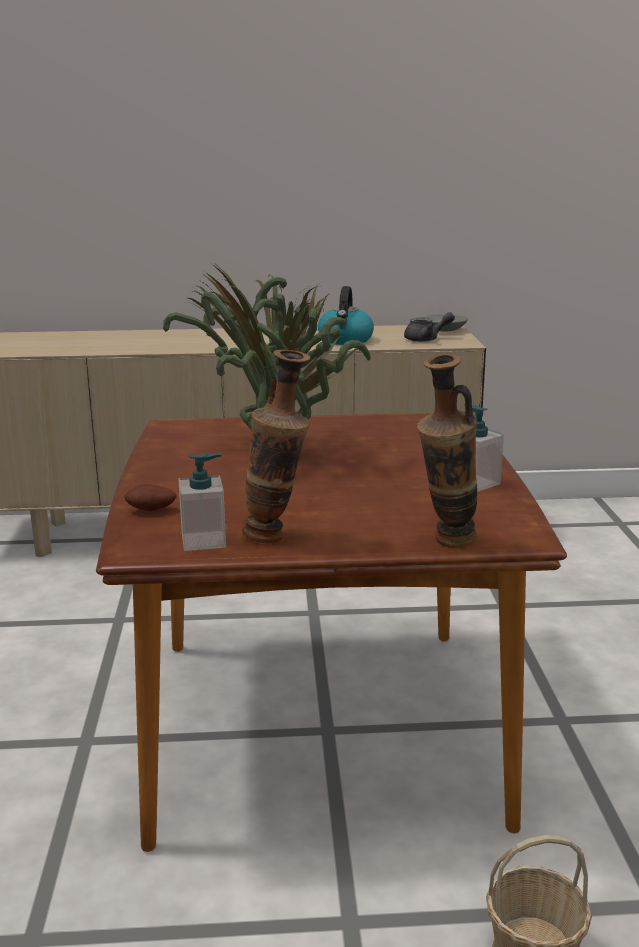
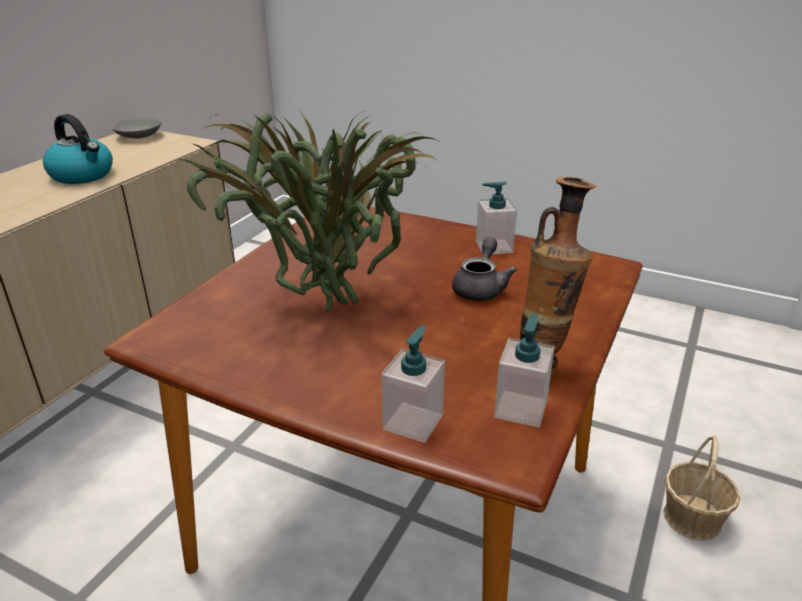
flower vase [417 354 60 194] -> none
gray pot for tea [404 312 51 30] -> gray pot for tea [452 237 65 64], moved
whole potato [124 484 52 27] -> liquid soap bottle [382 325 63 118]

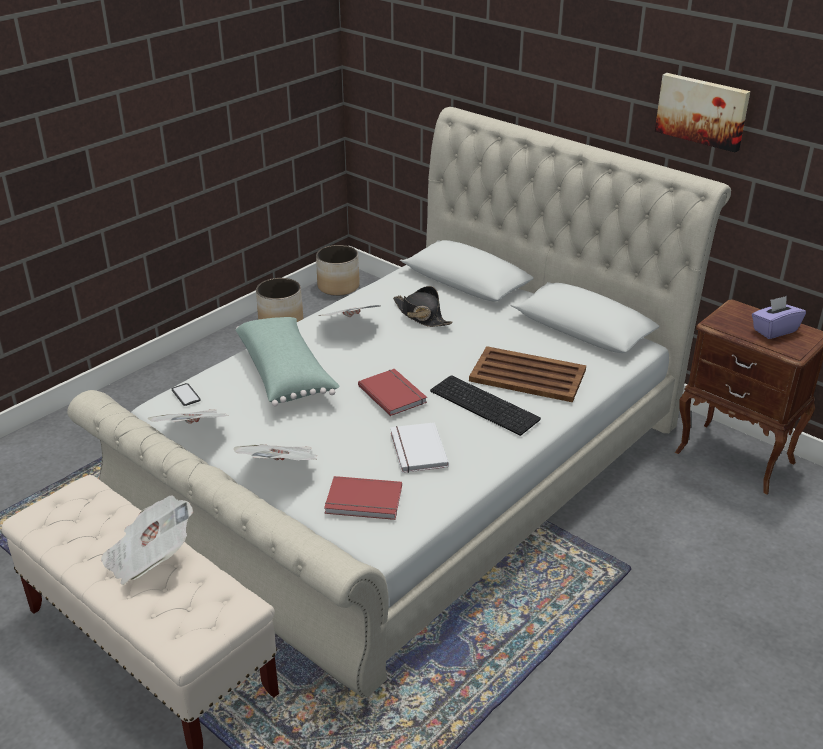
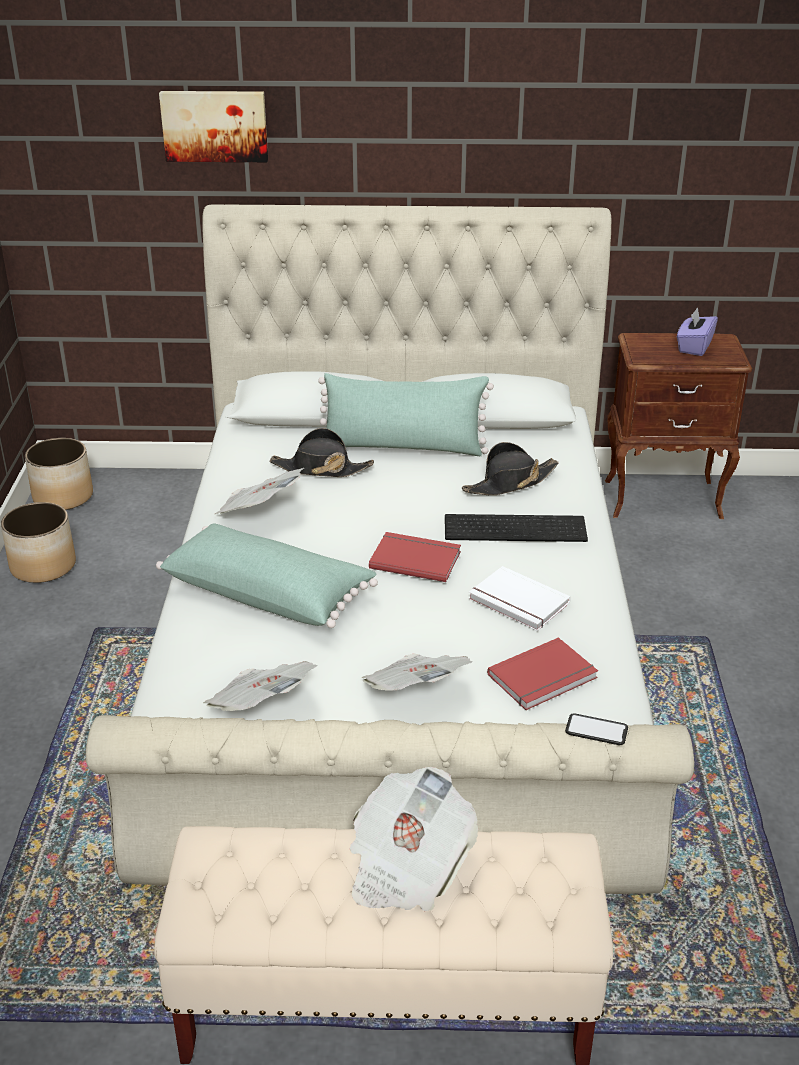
none -> green-coloured pillow [318 373 176 83]
phone [172 383 29 23] -> phone [565 713 63 32], moved
wall art [655 73 95 80] -> wall art [159 91 109 71], moved
brownish serving tray [469 346 117 56] -> black-coloured clothing hat [462 442 97 53]

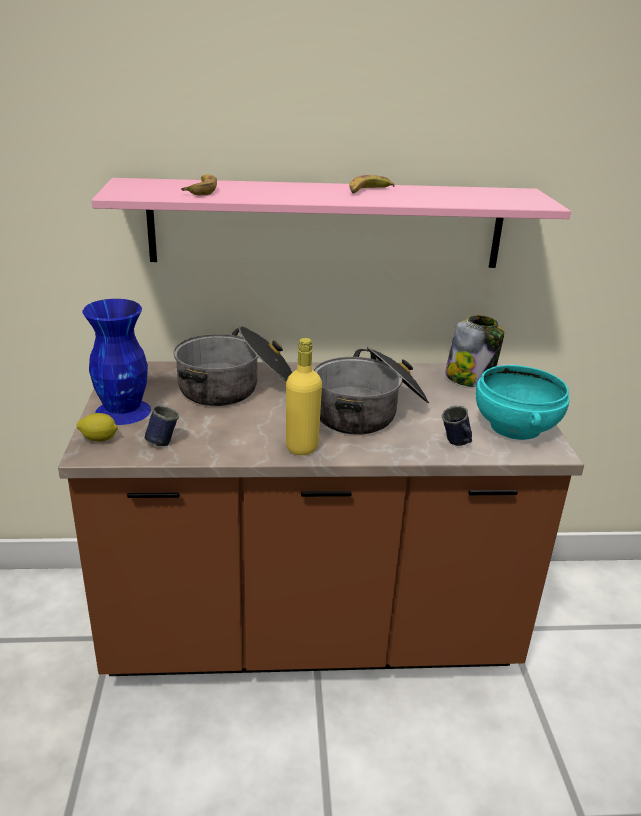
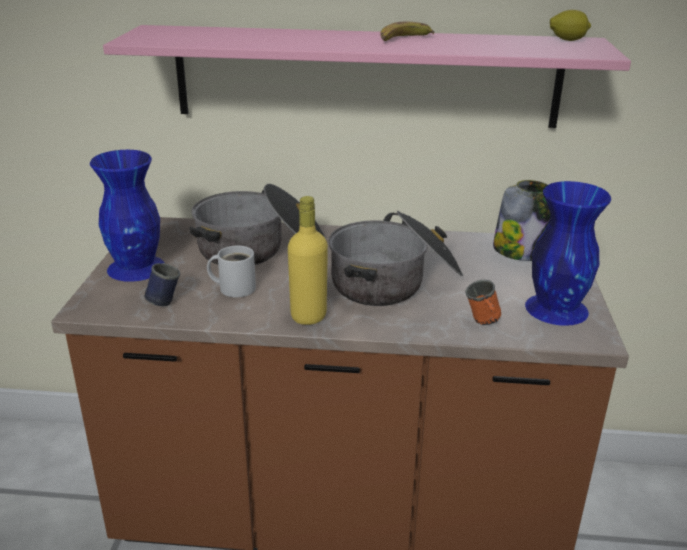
banana fruit [181 174 36 21] -> none
none -> white-coloured mug [207 246 49 51]
whole lemon [77 413 41 29] -> whole lemon [550 10 41 31], moved
blue-green bowl [476 365 94 75] -> blue-coloured flower vase [525 181 86 145]
blue-coloured mug [442 406 30 40] -> orange-coloured mug [466 280 35 45]

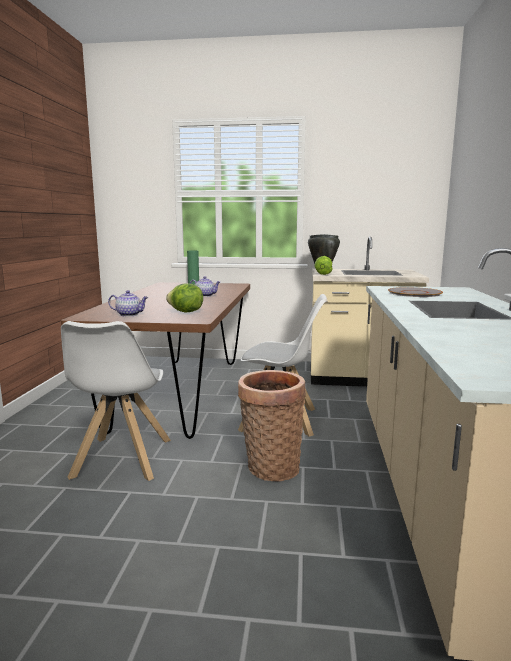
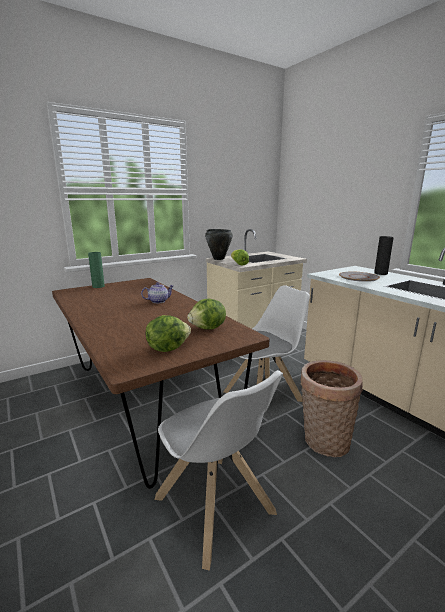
none -> black-coloured flower vase [374 236 20 39]
pot for tea [108 290 40 27] -> lettuce head [146 315 45 37]

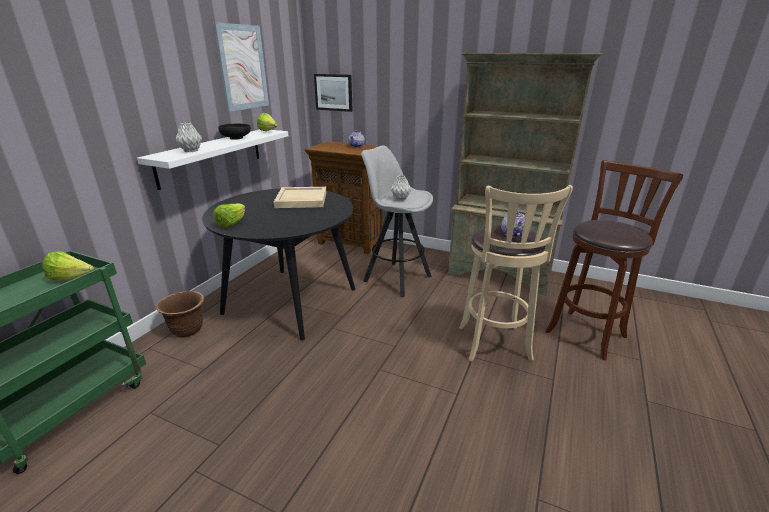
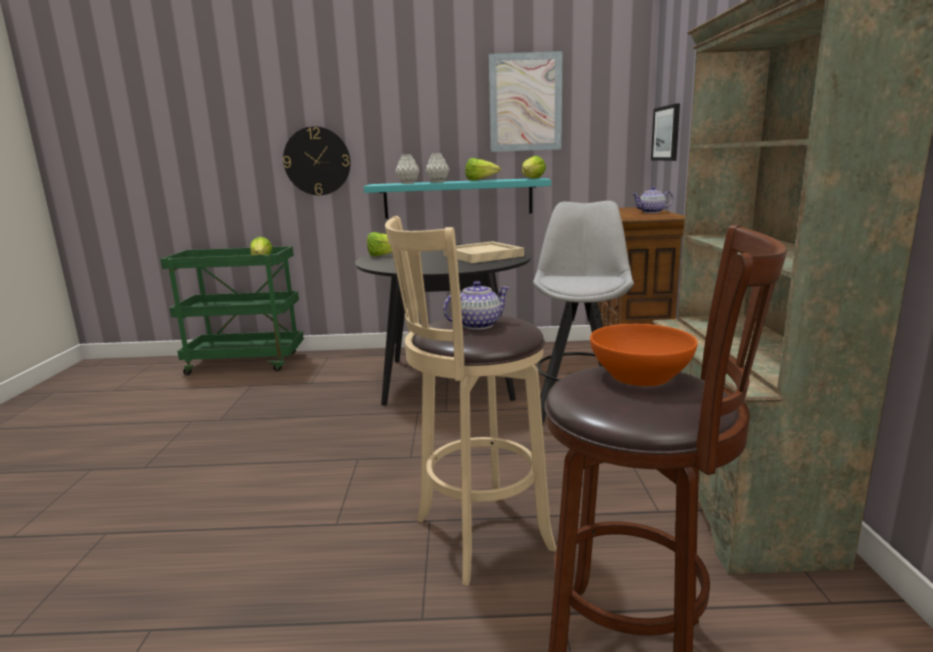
brownish flower pot [156 291 48 47] -> none
none -> wall clock [283 126 68 69]
none -> orange-coloured bowl [590 324 108 62]
gray flower vase [391 175 20 26] -> gray flower vase [425 153 24 30], moved
black-coloured bowl [218 124 33 16] -> lettuce head [465 158 36 23]
white-coloured wall shelf [137 130 152 60] -> blue-green wall shelf [364 178 187 41]

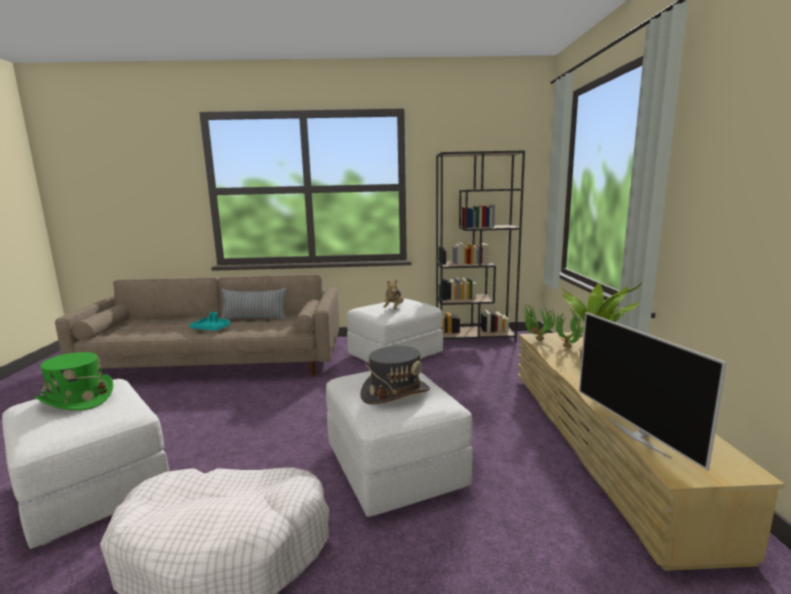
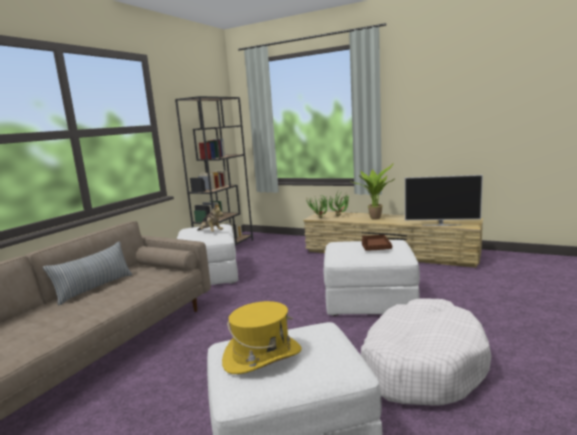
blue-green serving tray [190 312 40 19] -> none
gray clothing hat [360 346 70 59] -> brownish serving tray [362 235 30 16]
green-coloured clothing hat [35 352 78 59] -> yellow-coloured clothing hat [222 301 80 73]

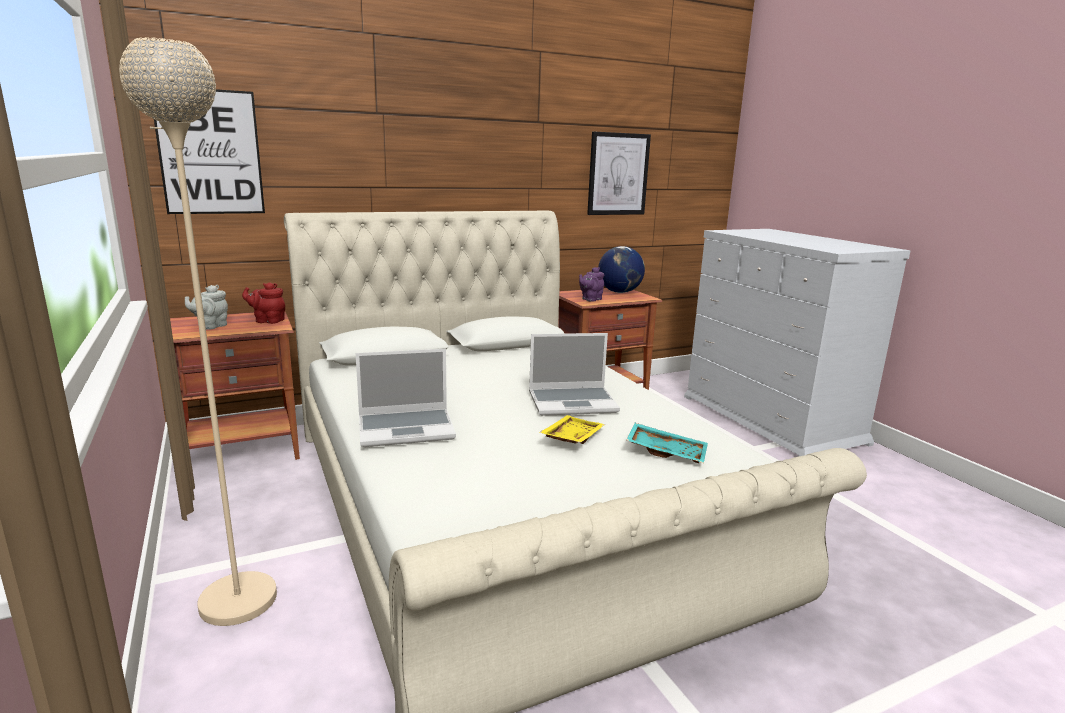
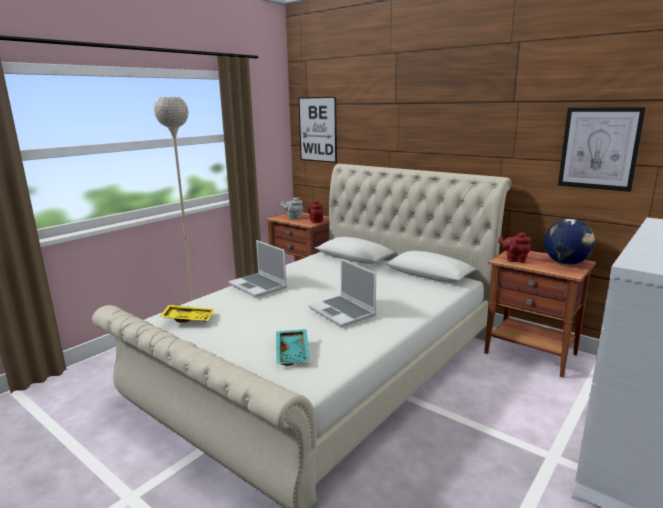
yellow-coloured serving tray [539 415 66 29] -> yellow-coloured serving tray [160 305 54 18], moved
purplish pot for tea [579 267 25 35] -> red-coloured pot for tea [498 232 33 31]

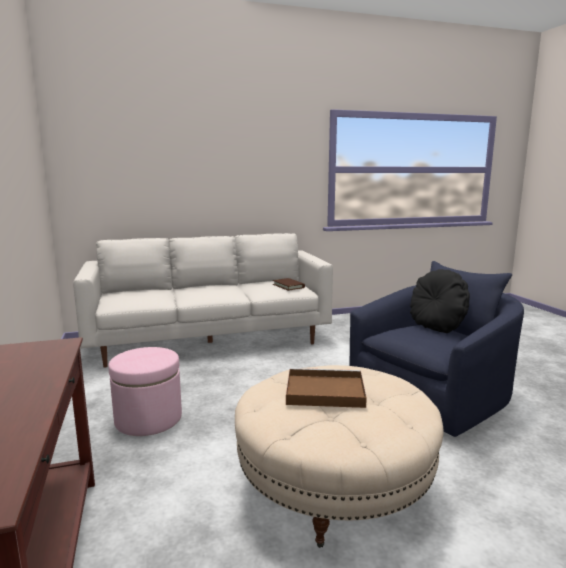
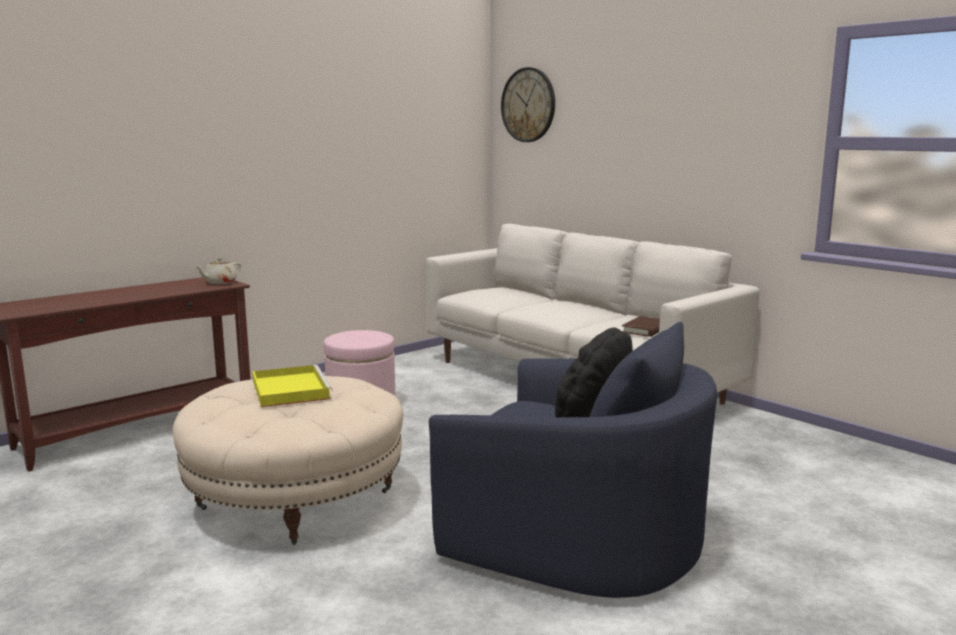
none -> sand-coloured pot for tea [195 258 47 26]
none -> wall clock [501 67 54 75]
brownish serving tray [286 368 81 40] -> yellow-coloured serving tray [252 365 81 42]

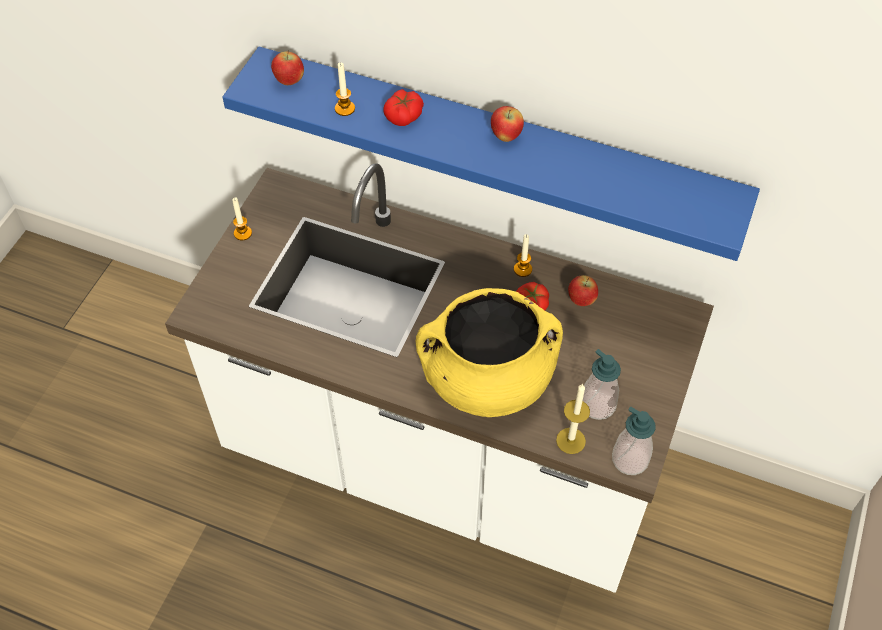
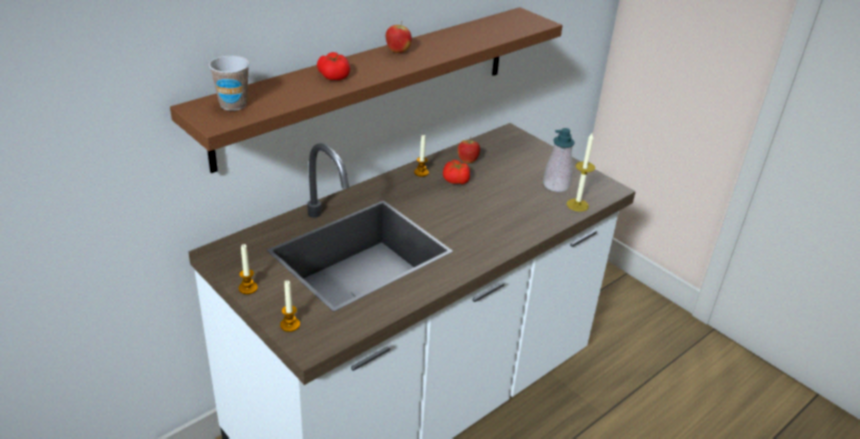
yellow-coloured stockpot [416 288 147 129] -> none
liquid soap bottle [612 407 44 68] -> none
wax candle [335 62 20 54] -> wax candle [280 280 20 52], moved
whole apple [271 50 33 35] -> small cup [209 56 40 55]
blue-coloured wall shelf [222 46 538 215] -> brownish wall shelf [170 7 393 166]

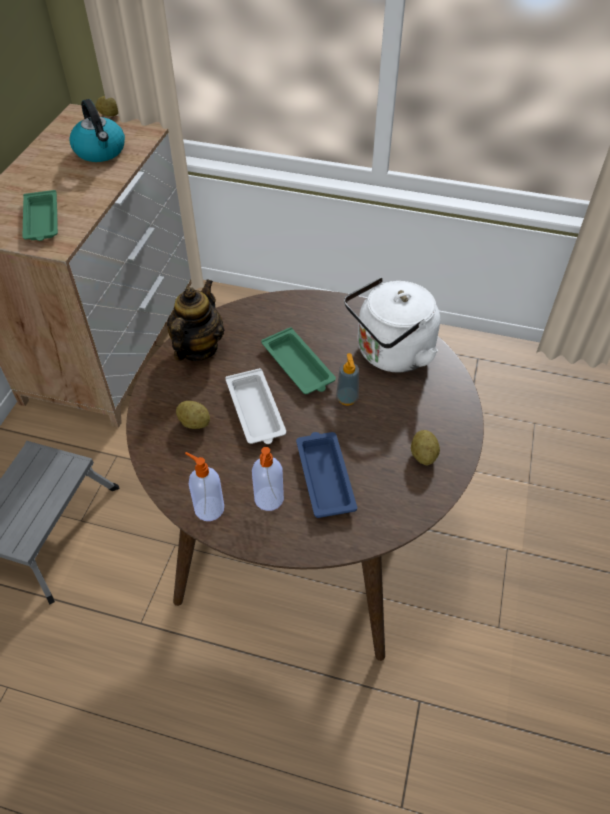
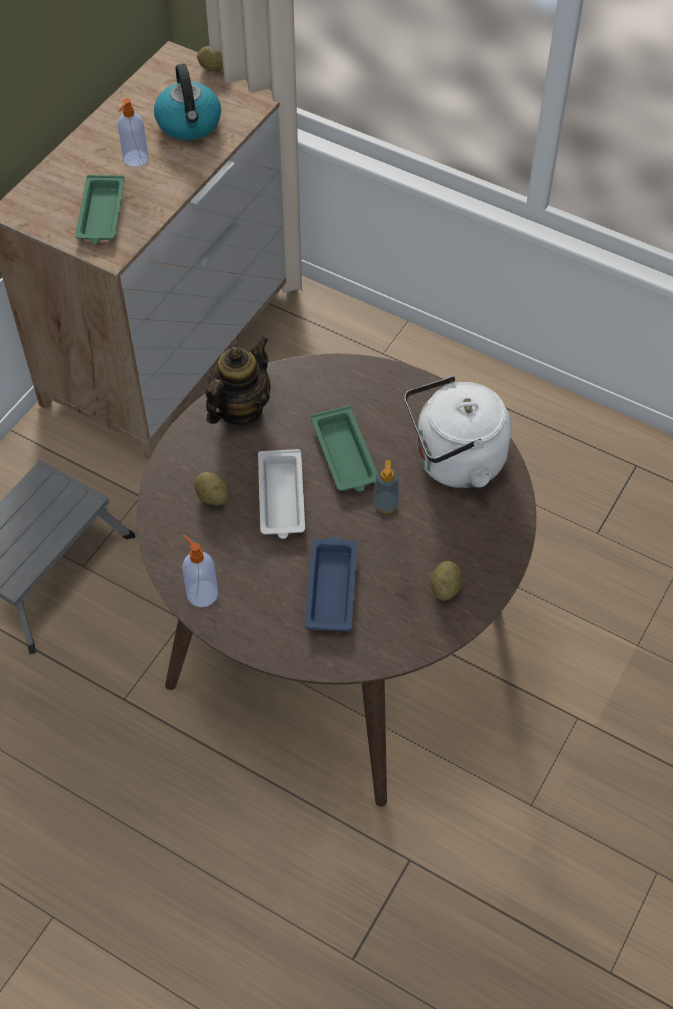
liquid soap bottle [252 447 32 64] -> liquid soap bottle [118 98 31 69], moved

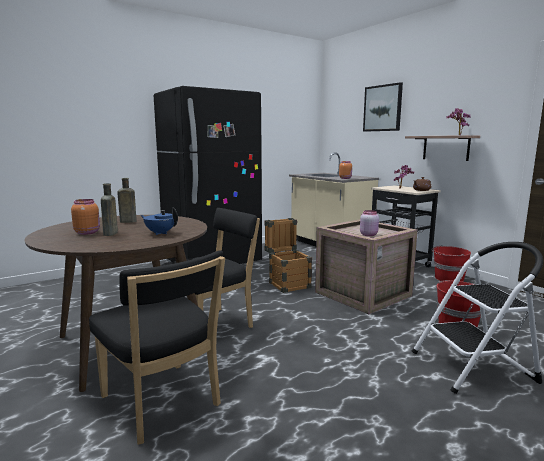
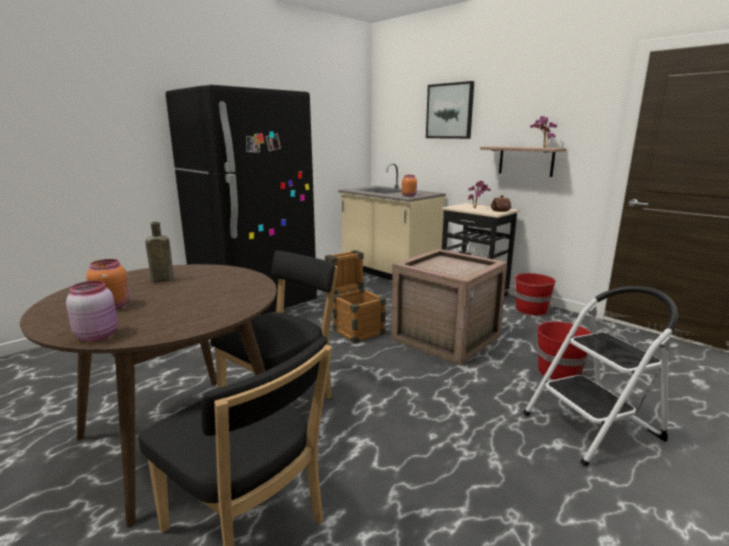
brownish beverage bottle [101 183 17 53] -> none
blue-coloured pot for tea [140 207 38 28] -> none
pink storage jar [360 210 19 26] -> pink storage jar [66 281 52 60], moved

